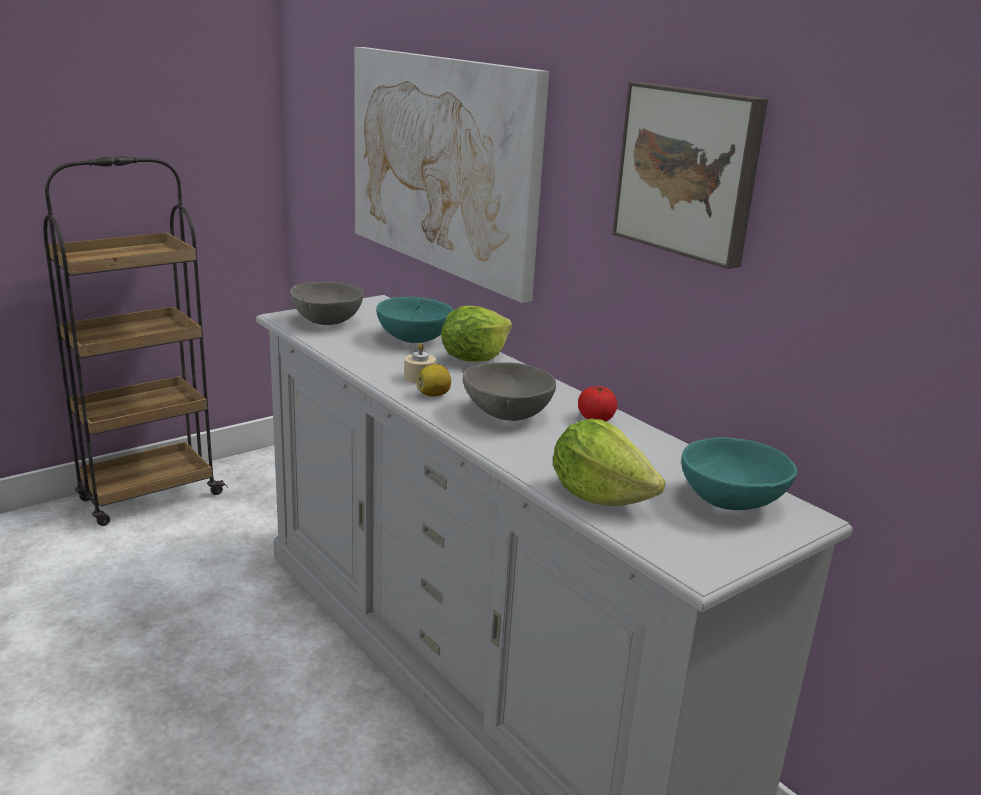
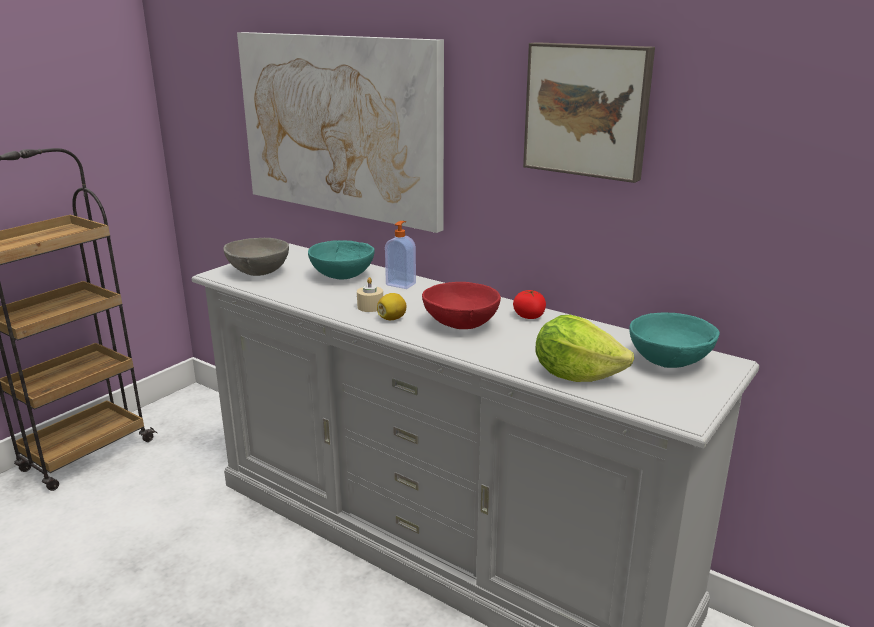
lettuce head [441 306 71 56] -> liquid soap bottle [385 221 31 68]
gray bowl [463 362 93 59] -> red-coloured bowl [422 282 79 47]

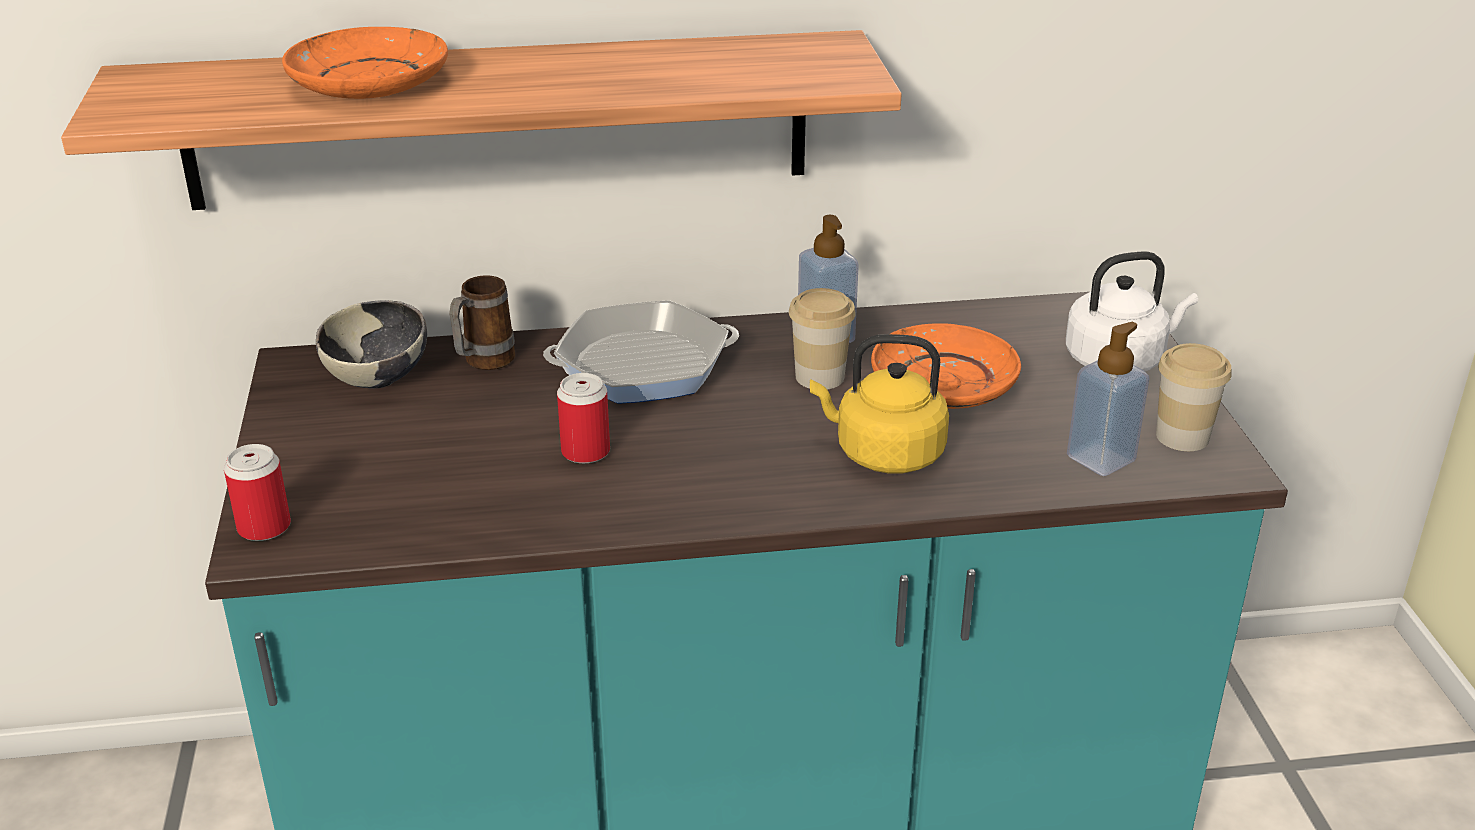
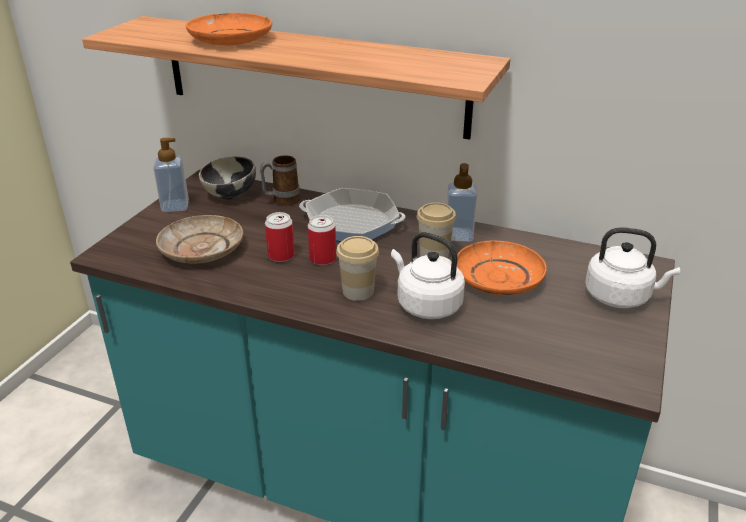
none -> sand-coloured flat dish [156 215 87 49]
metal can [224 444 67 97] -> metal can [308 215 28 50], moved
liquid soap bottle [1067 322 83 154] -> liquid soap bottle [153 138 36 74], moved
small cup [1156 343 76 108] -> small cup [336 236 43 65], moved
yellow-coloured water kettle [810 334 139 140] -> white-coloured water kettle [391 232 74 87]

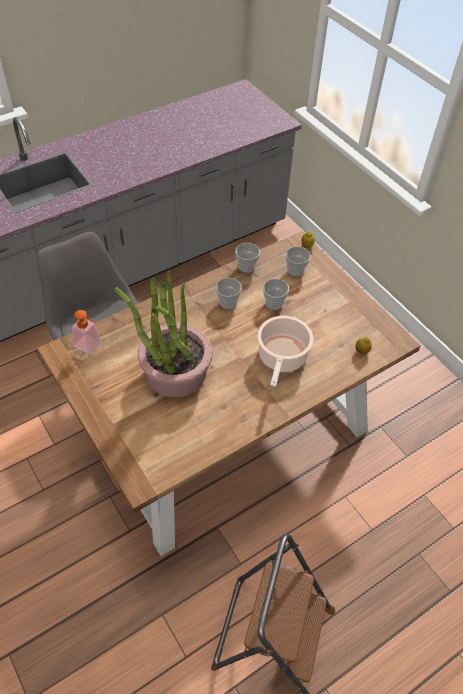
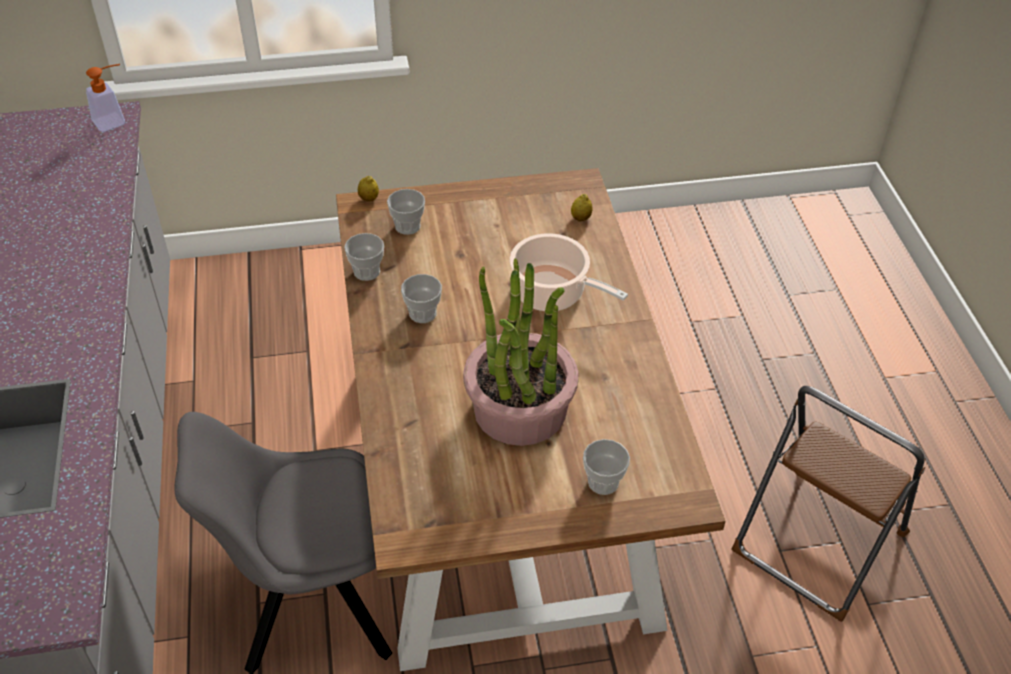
liquid soap bottle [72 310 29 44] -> liquid soap bottle [86 64 39 68], moved
small cup [263 279 26 31] -> small cup [583 439 47 56], moved

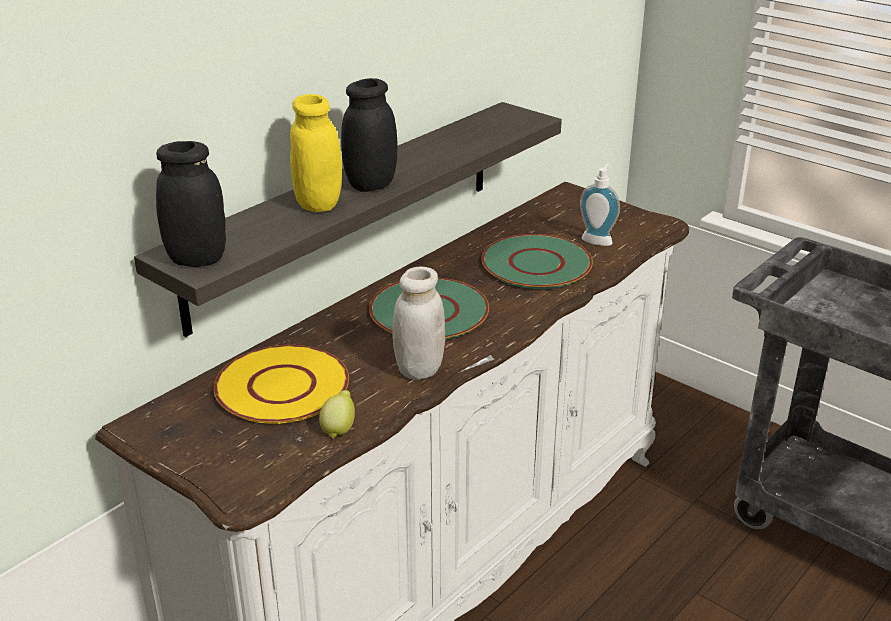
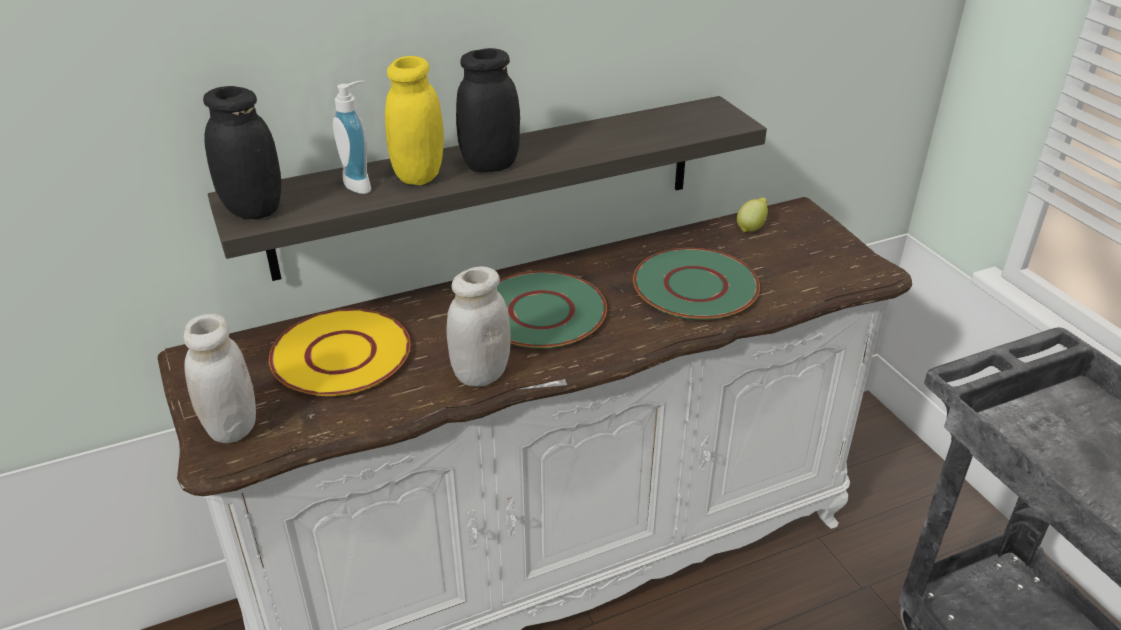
none -> white-coloured storage jar [184 314 72 129]
whole lemon [319 390 36 49] -> whole lemon [737 198 31 34], moved
liquid soap bottle [580 164 40 82] -> liquid soap bottle [333 81 38 113], moved

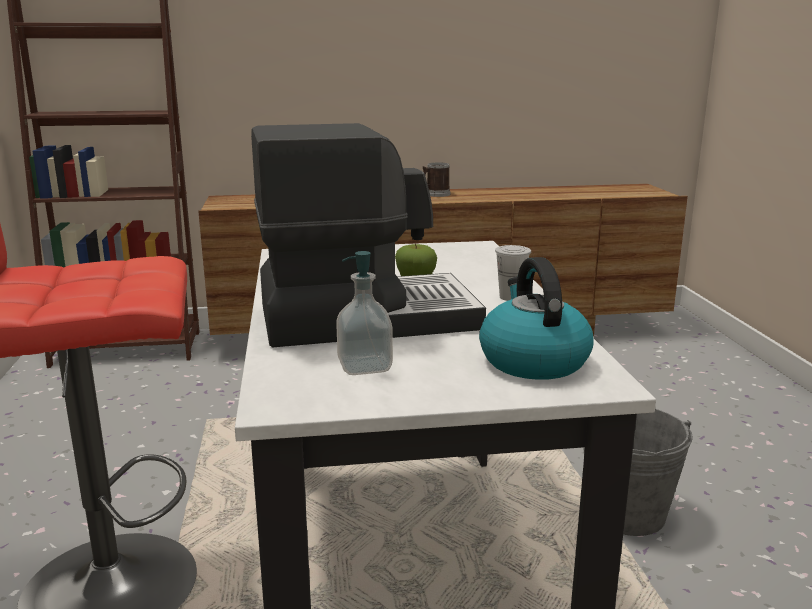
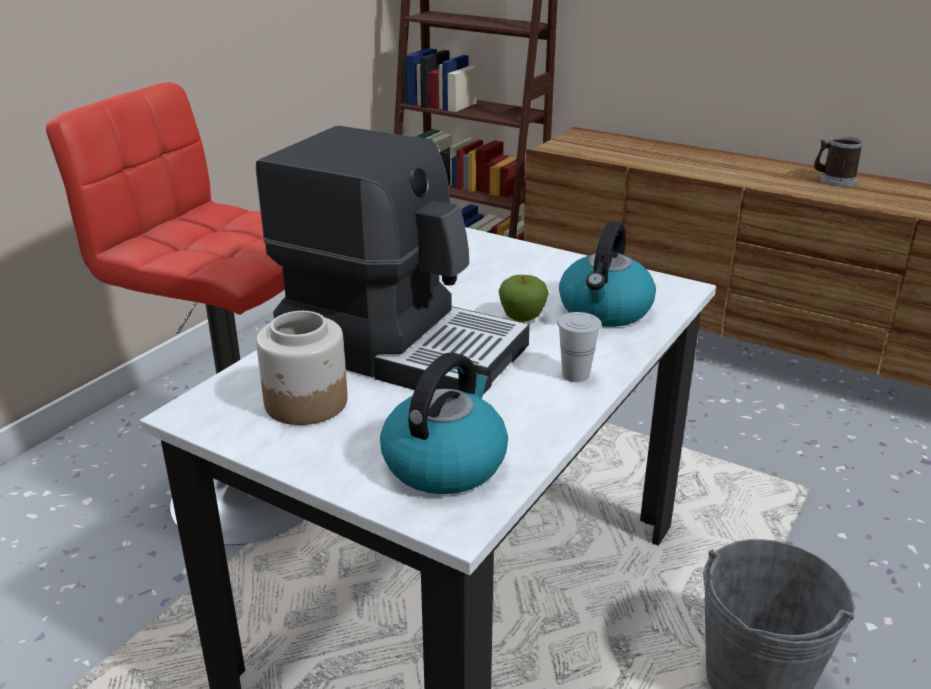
none -> water kettle [559 222 97 105]
liquid soap bottle [336 251 57 124] -> storage jar [256 311 92 114]

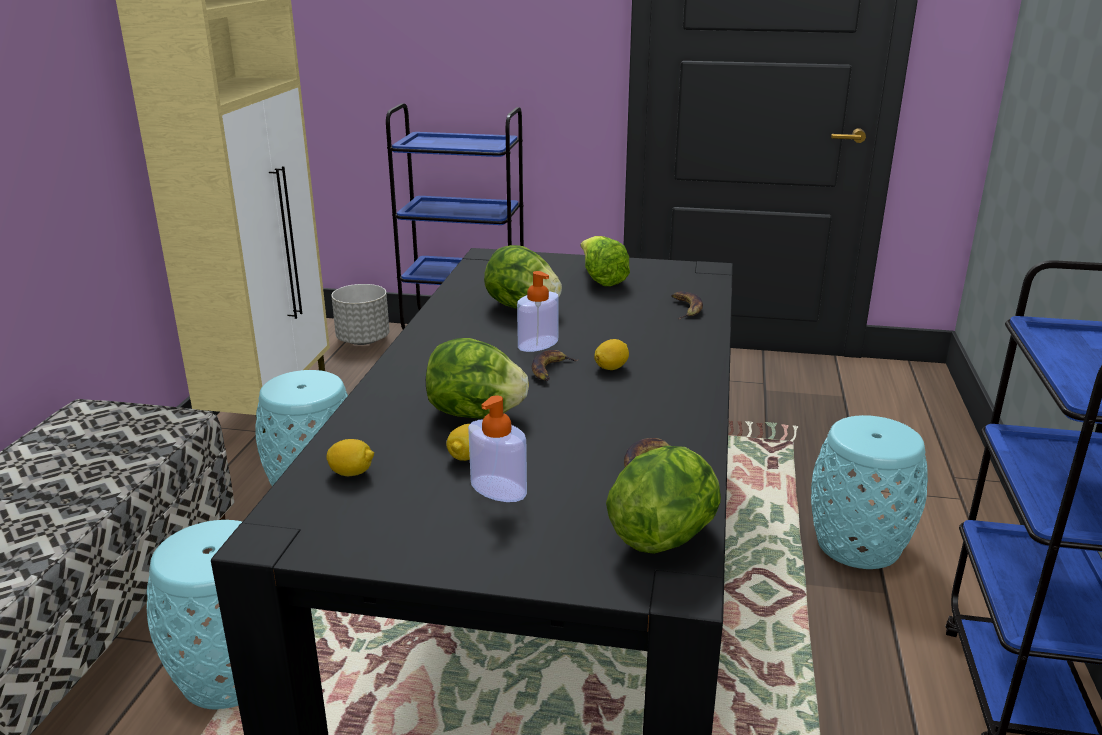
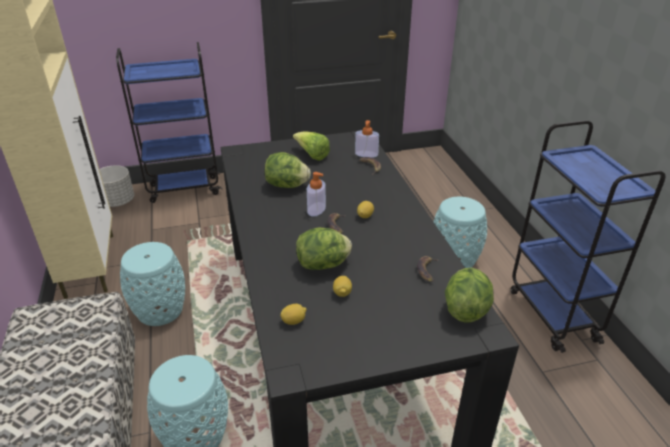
liquid soap bottle [468 396 59 106] -> liquid soap bottle [355 120 24 38], moved

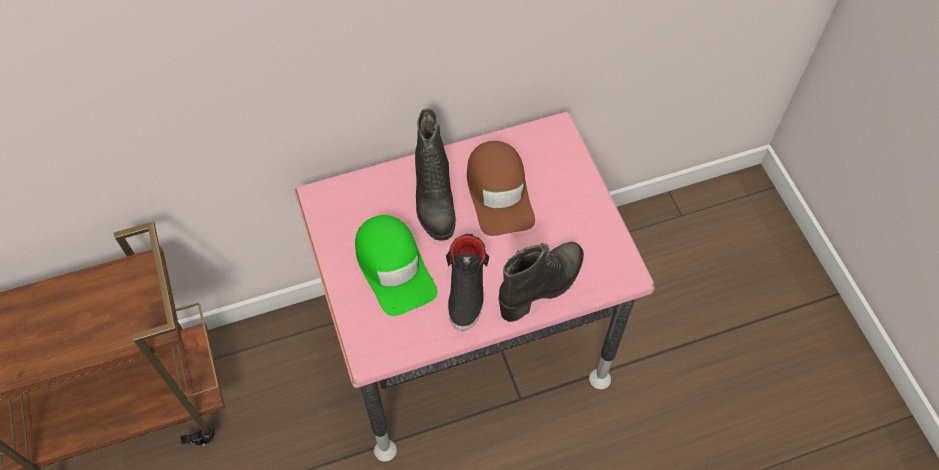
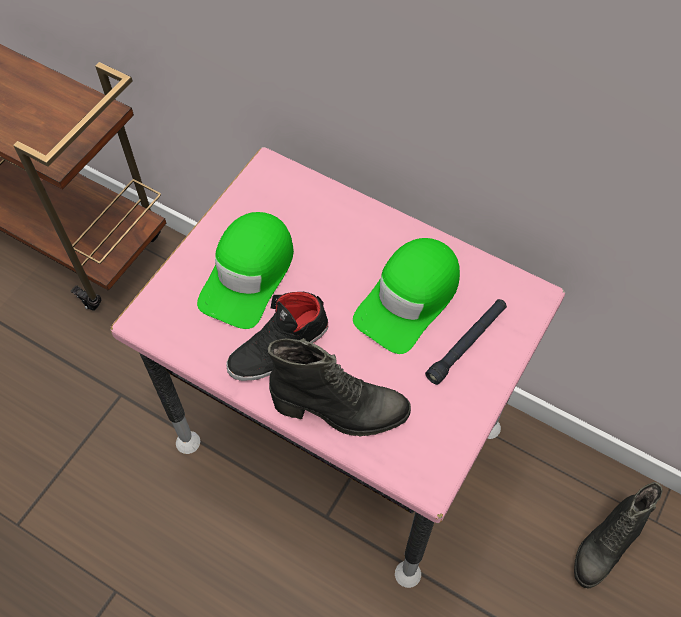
none -> black-coloured hand torch [425 299 82 86]
black-coloured tall boot [415 108 41 133] -> black-coloured tall boot [574 482 89 107], moved
brownish baseball cap [467 141 68 95] -> green-coloured baseball cap [353 238 107 116]

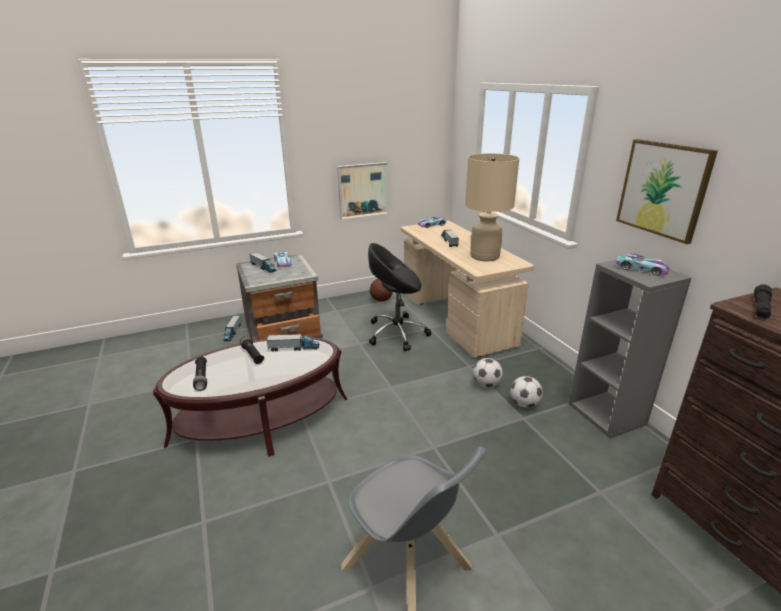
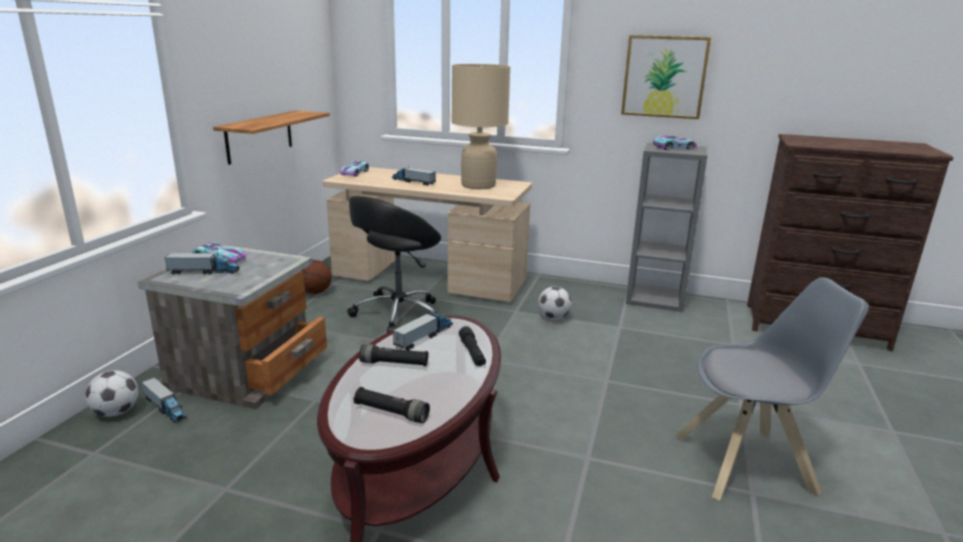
ball for football [510 376 33 32] -> ball for football [85 370 53 47], moved
black-coloured hand torch [754 284 18 35] -> black-coloured hand torch [459 326 27 40], moved
wall art [337 162 51 57] -> wall shelf [213 110 117 55]

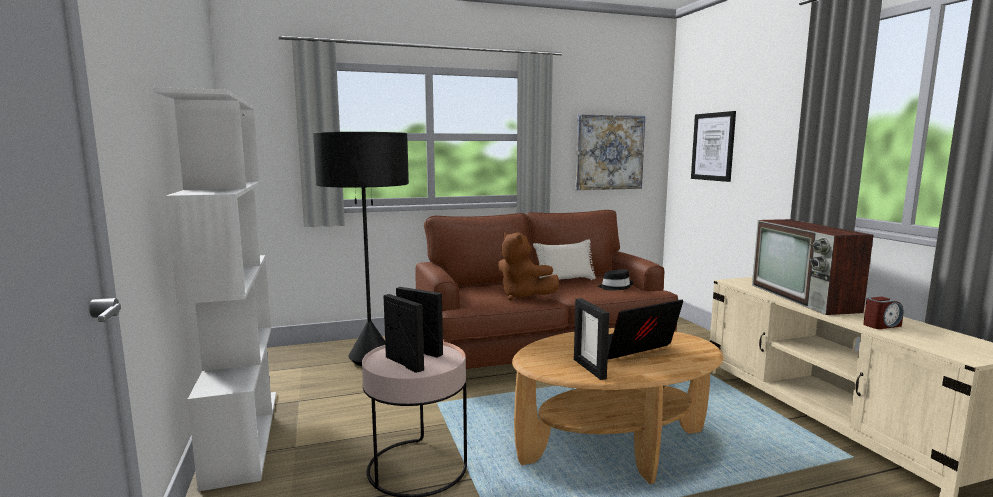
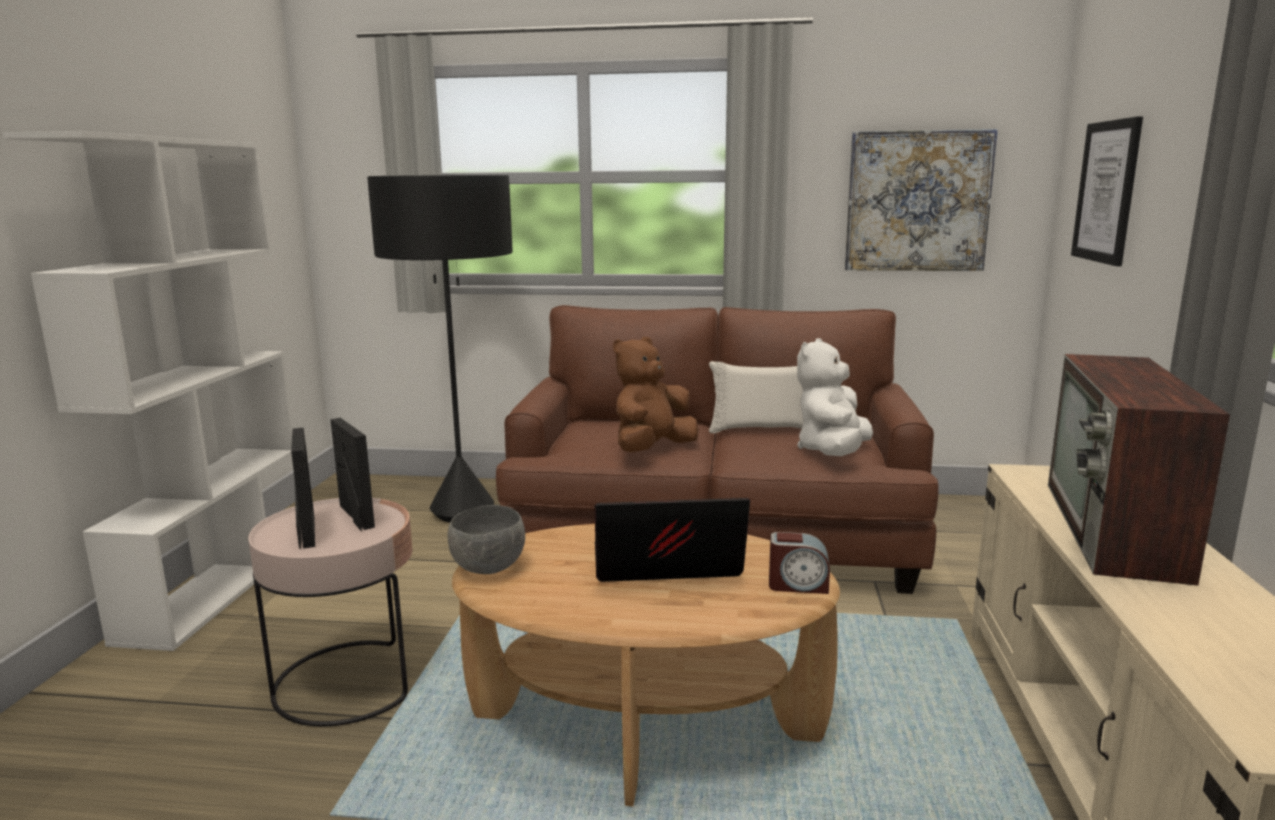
photo frame [574 298 35 82] -> none
none -> gray bowl [448 505 77 69]
table clock [863 297 41 32] -> table clock [769 532 61 62], moved
black-coloured clothing hat [598 269 35 22] -> white-coloured plush toy [797 338 76 118]
brownish plush toy [498 232 61 69] -> brownish plush toy [613 337 86 115], 60 degrees clockwise

